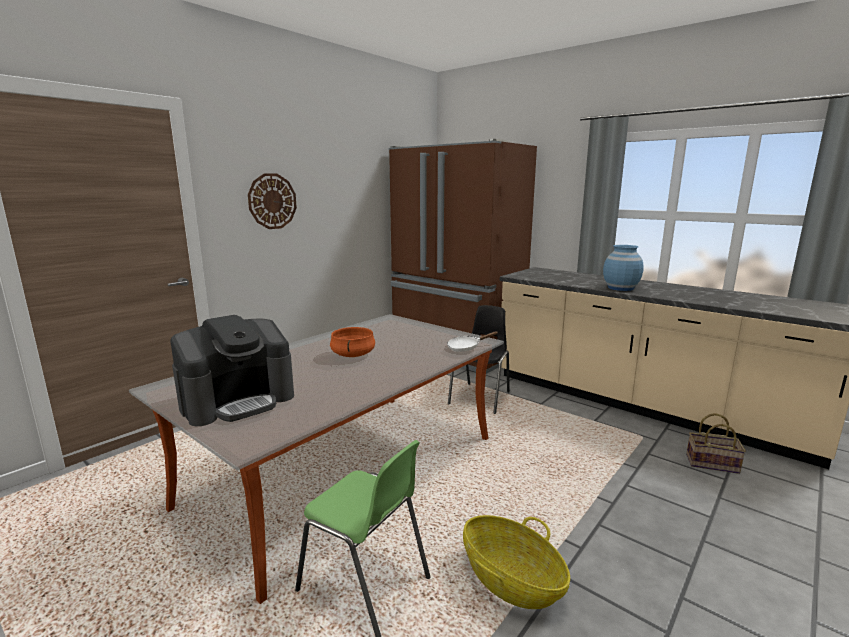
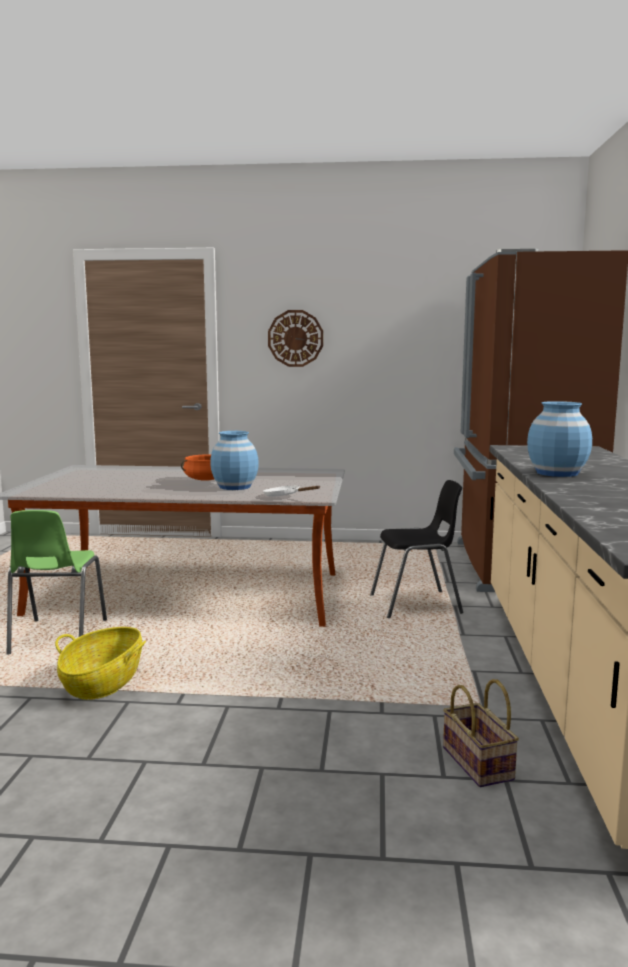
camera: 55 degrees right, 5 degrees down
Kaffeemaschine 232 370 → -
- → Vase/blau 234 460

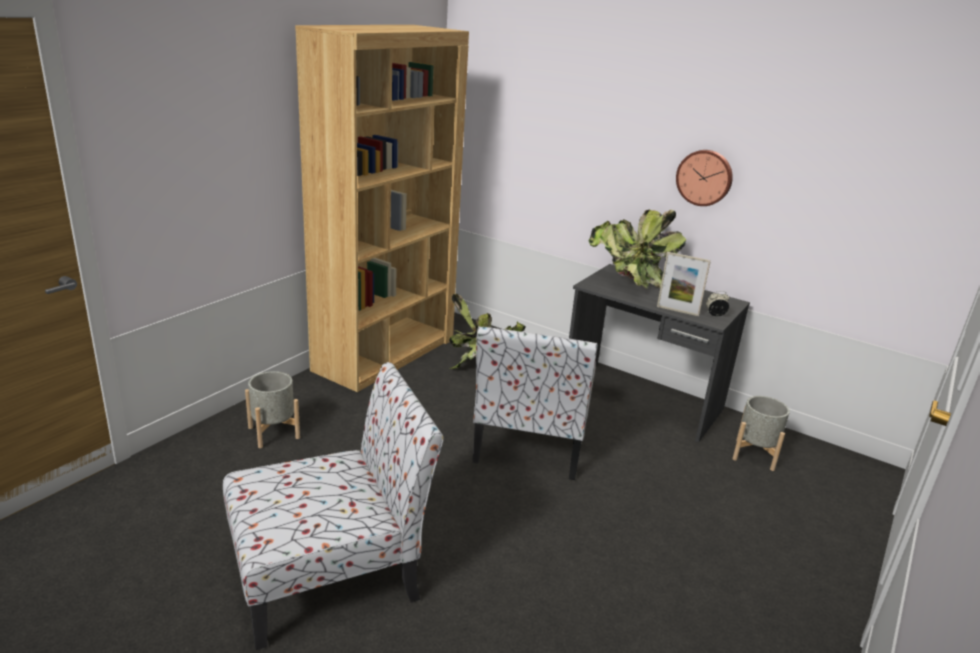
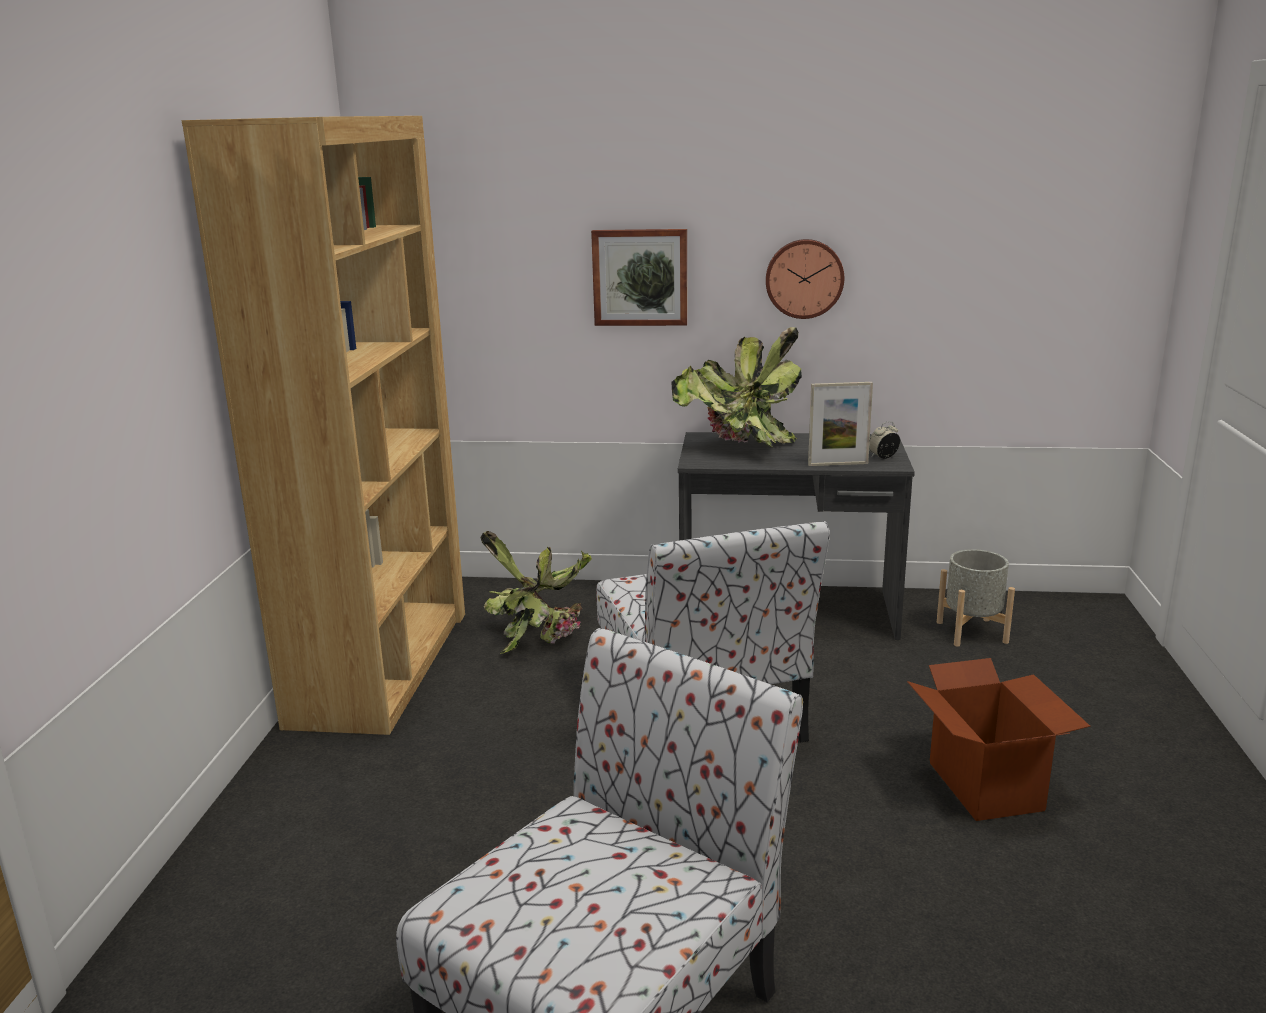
camera: 25 degrees left, 5 degrees down
Pflanzkübel/grau 272 409 → -
- → Bild 639 277
- → Karton 998 739

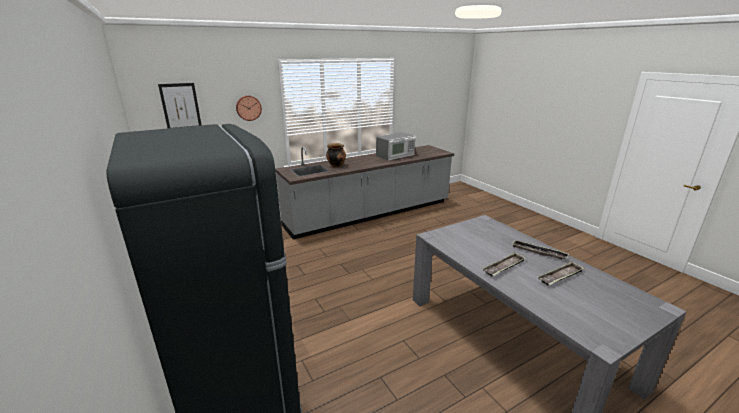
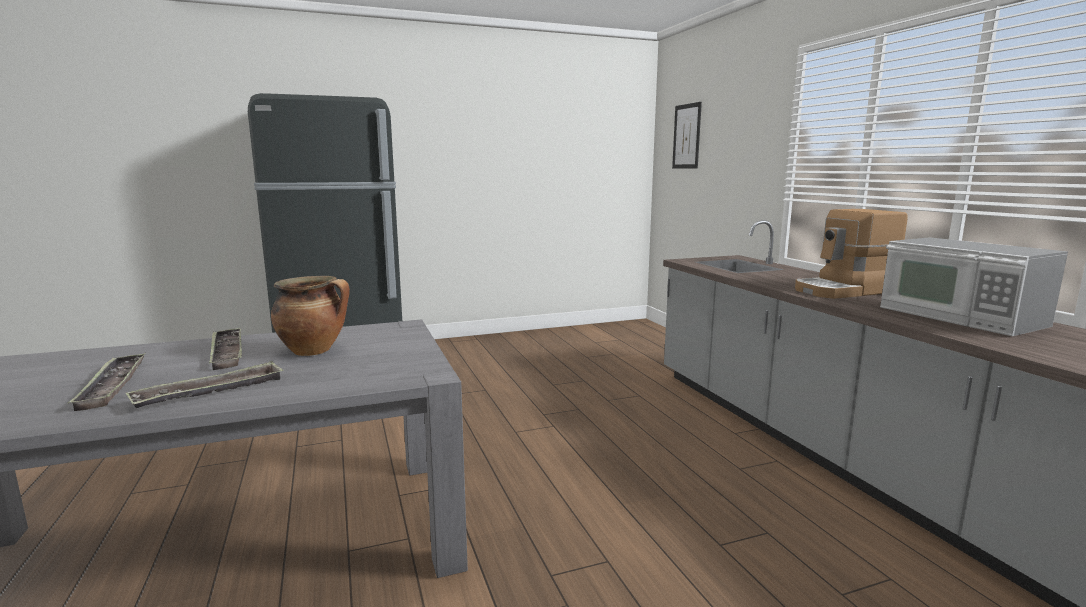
camera: 100 degrees right, 10 degrees down
Wanduhr 249 108 → -
Kochtopf 336 155 → Kochtopf 310 316, relocated
- → Kaffeemaschine 851 254

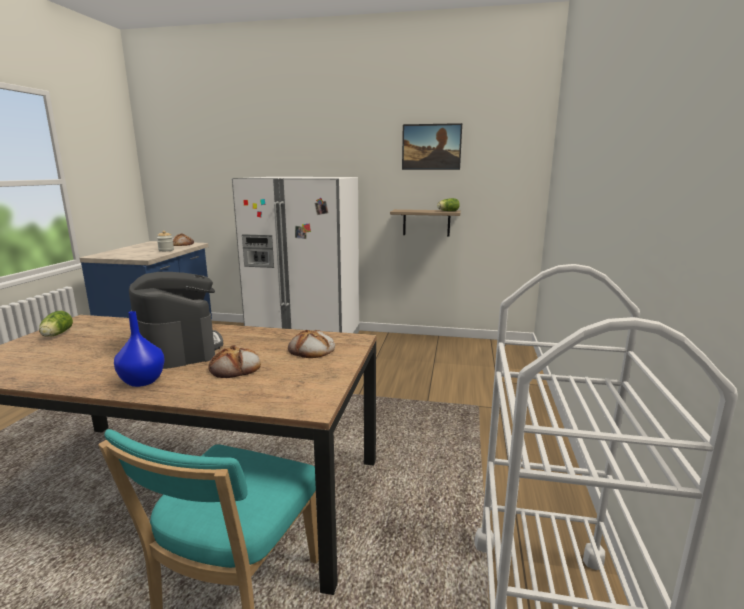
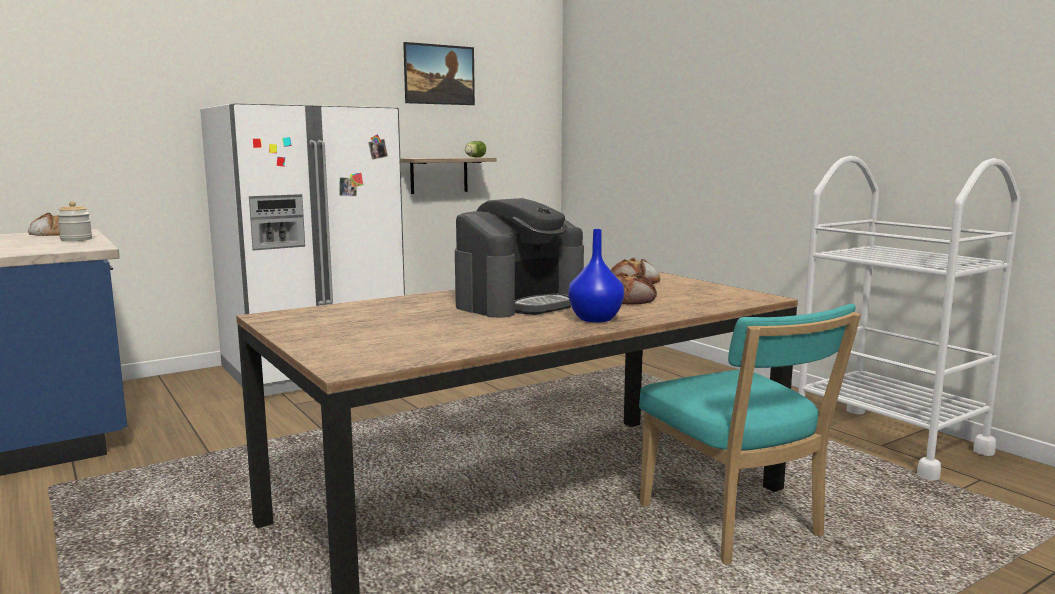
camera: 45 degrees left, 5 degrees down
Kaffeemaschine 176 320 → Kaffeemaschine 519 258, 120 degrees clockwise
Salatkopf 56 324 → -

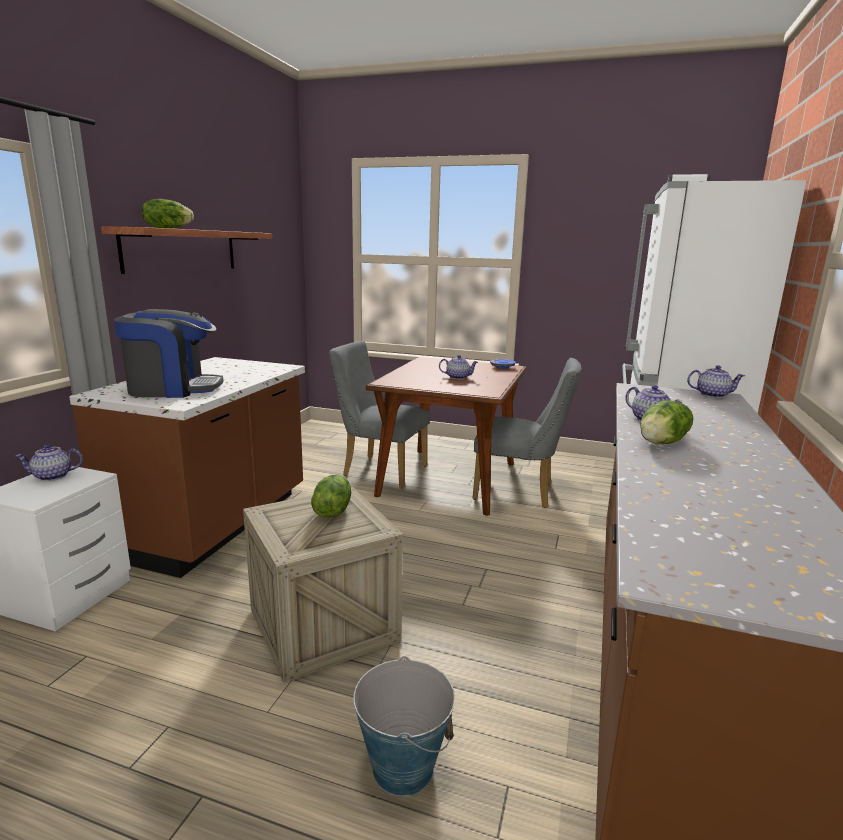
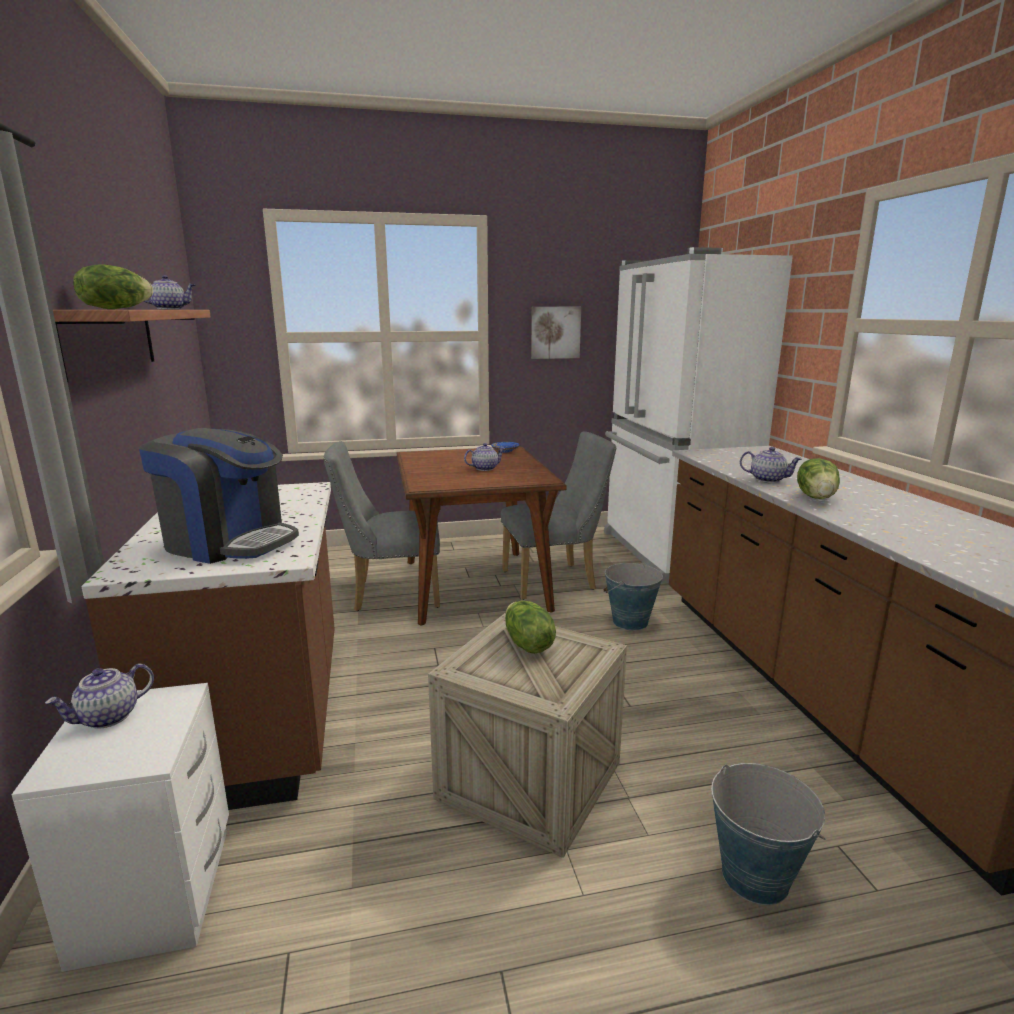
camera: 30 degrees left, 0 degrees up
Kaffeemaschine 169 353 → Kaffeemaschine 219 496, 60 degrees clockwise
Teekanne 716 381 → Teekanne 169 292, relocated
- → Bild 556 333
- → Eimer 633 596

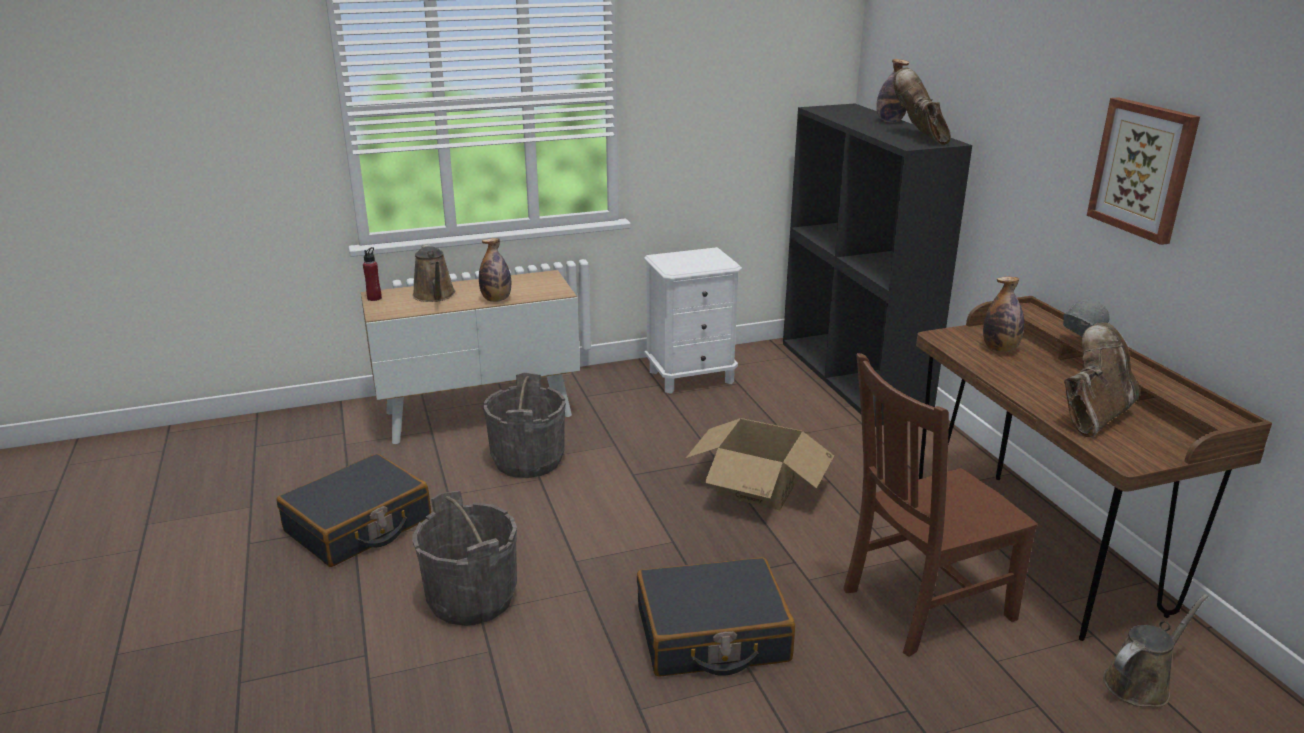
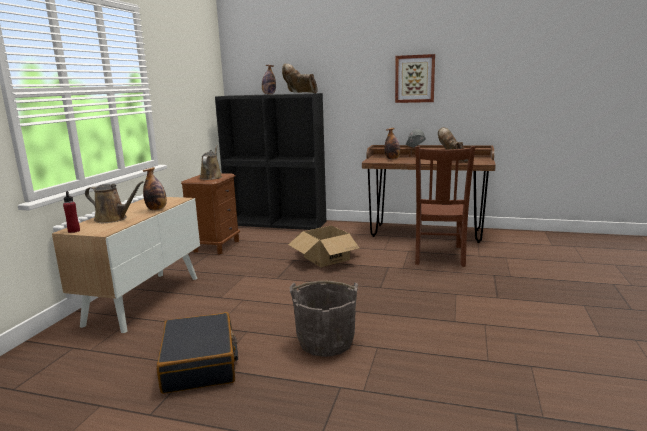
camera: 55 degrees left, 10 degrees down
Nachttisch/weiß 693 320 → Nachttisch/braun 210 213
Eimer/grau 524 425 → -
Koffer/schwarz 716 617 → -
Gießkanne/braun 1156 650 → Gießkanne/braun 210 162, relocated

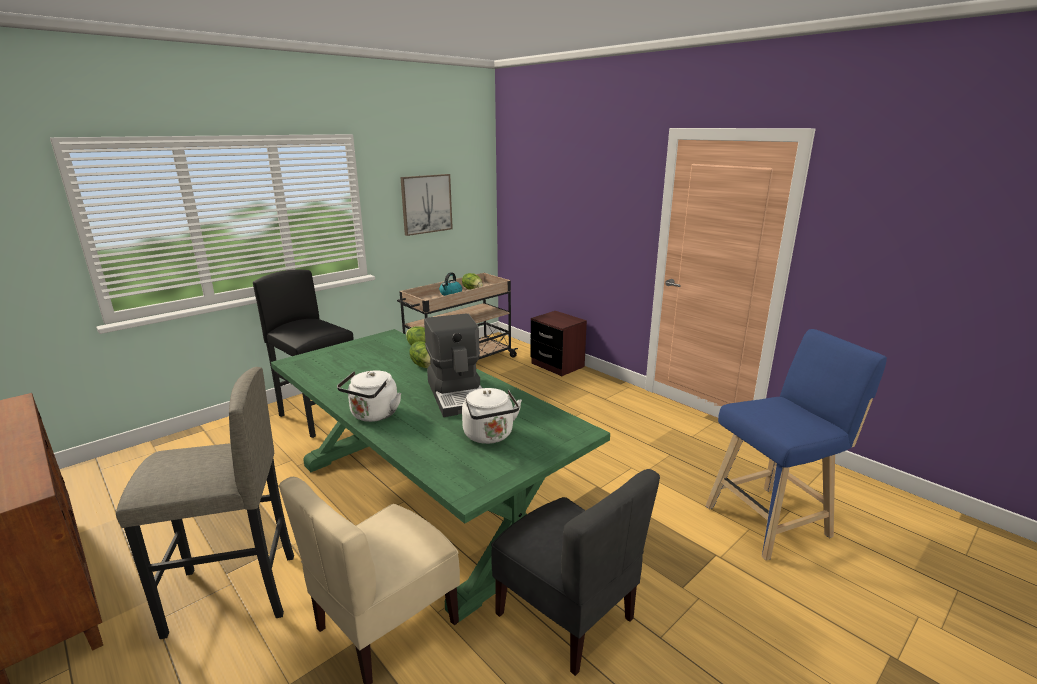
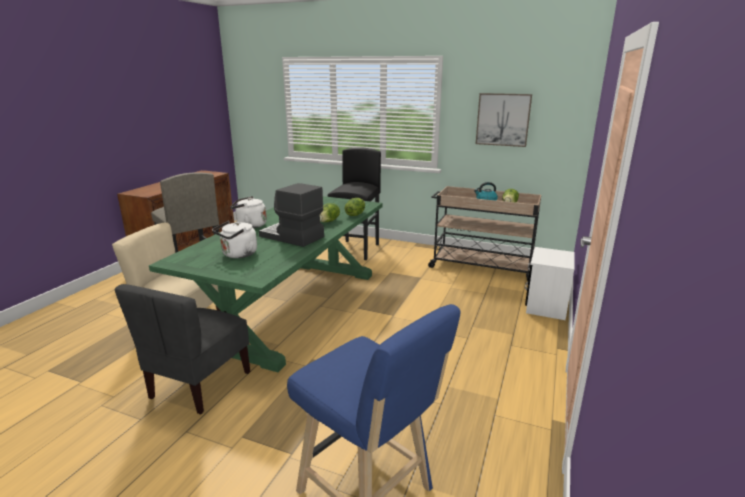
camera: 65 degrees right, 0 degrees up
Nachttisch/braun 558 343 → Nachttisch/weiß 550 283
Kaffeemaschine 453 365 → Kaffeemaschine 291 215, 75 degrees clockwise

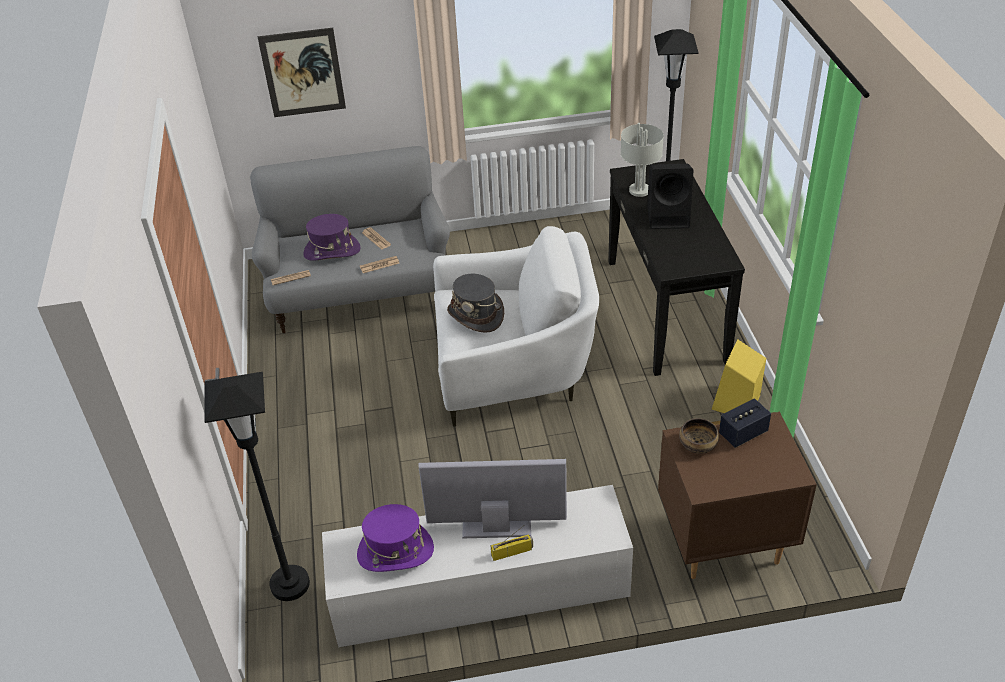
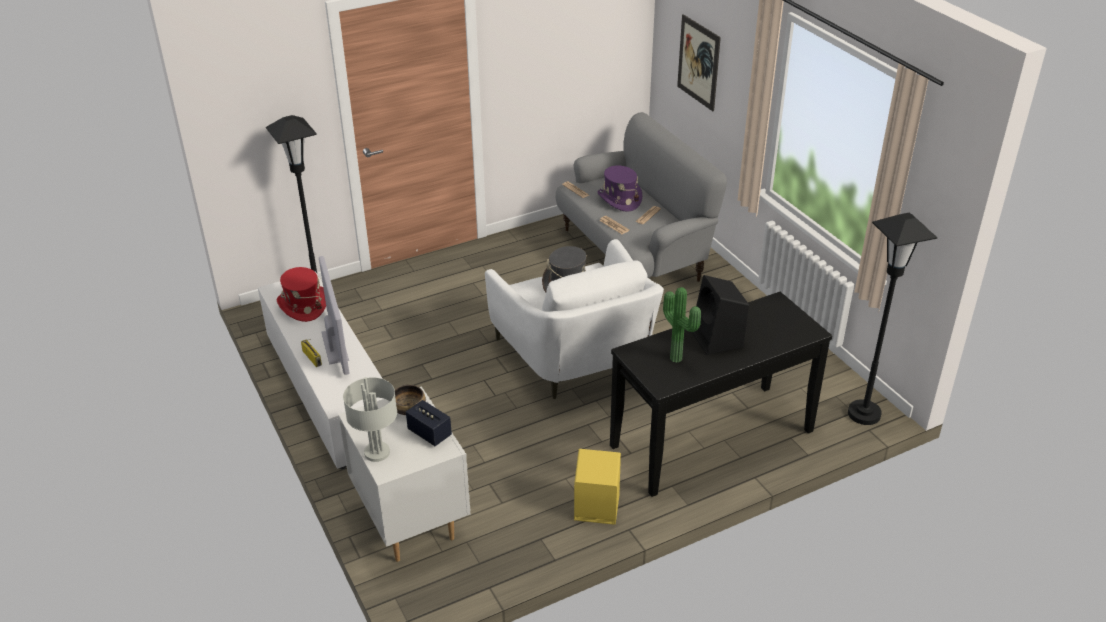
camera: 70 degrees right, 5 degrees down
Tischlampe/grau 642 160 → Tischlampe/grau 370 419, relocated
Nachttisch/braun 737 495 → Nachttisch/weiß 404 474
Hut/lila 395 538 → Hut/rot 301 294
- → Topfpflanze 682 325

